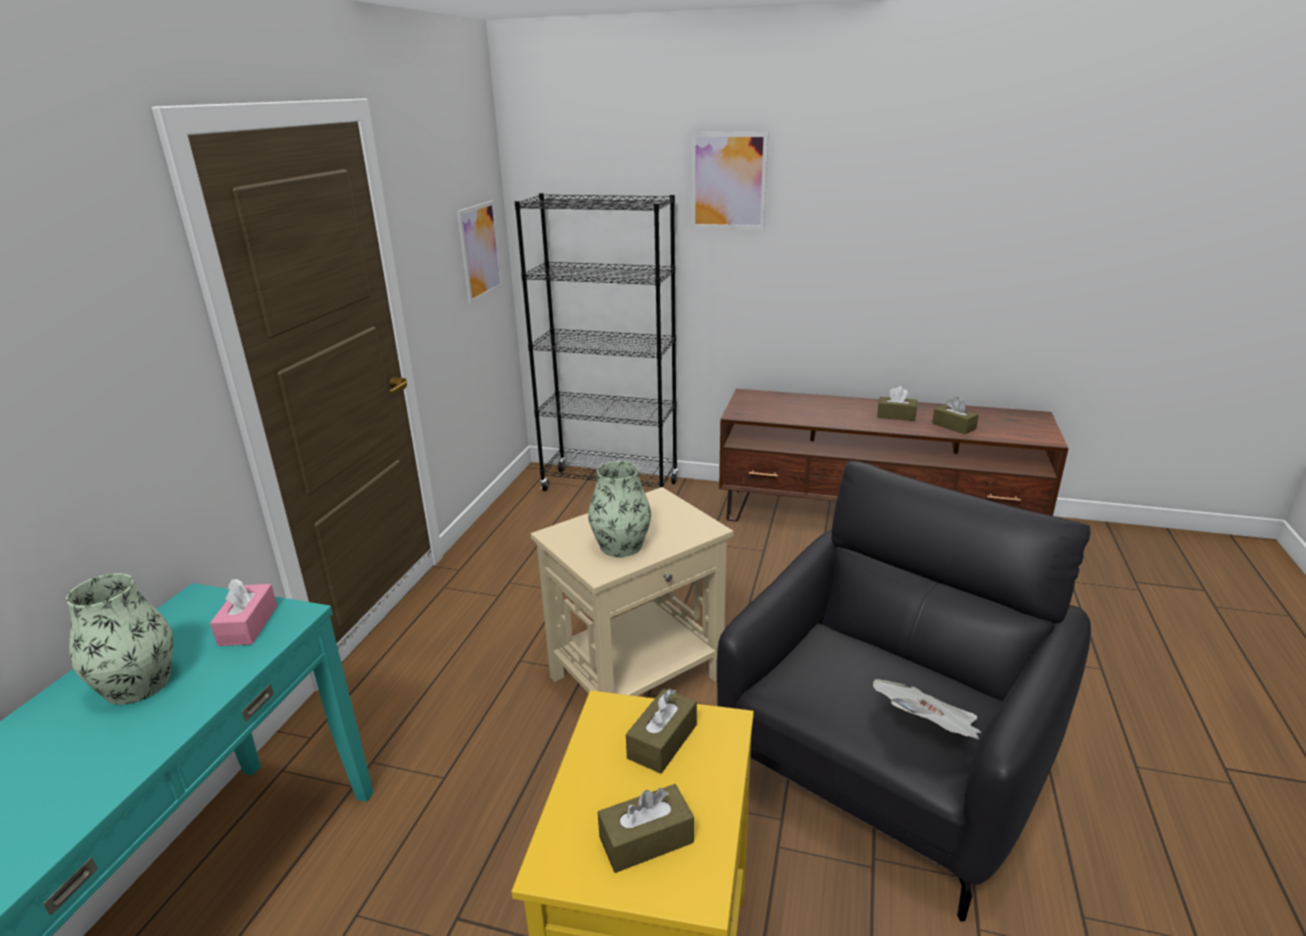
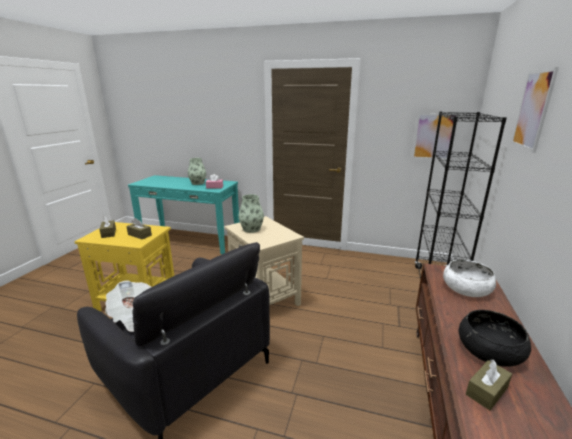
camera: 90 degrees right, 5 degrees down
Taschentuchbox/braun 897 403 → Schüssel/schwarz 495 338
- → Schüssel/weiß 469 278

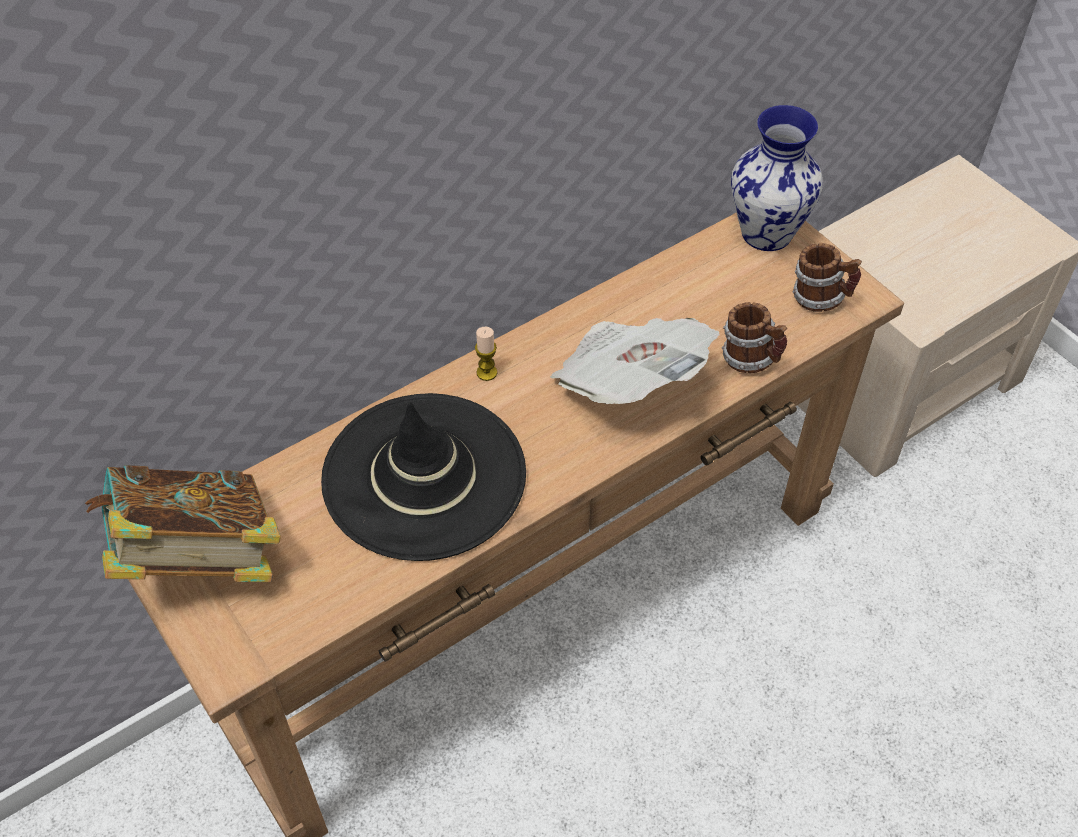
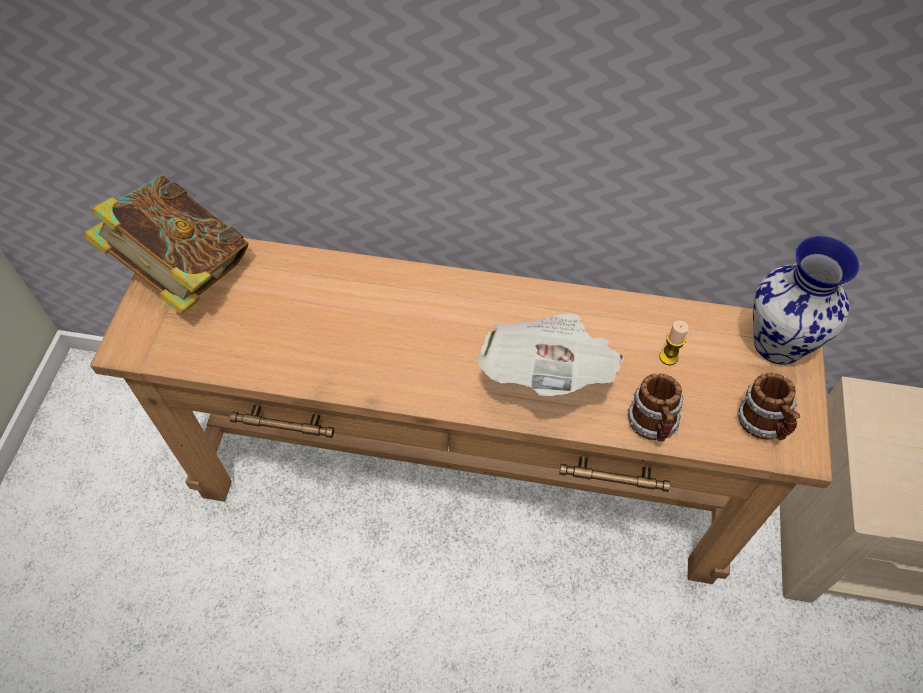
camera: 45 degrees right, 5 degrees up
Kerze 486 353 → Kerze 674 343, relocated
Hut/schwarz 423 477 → -

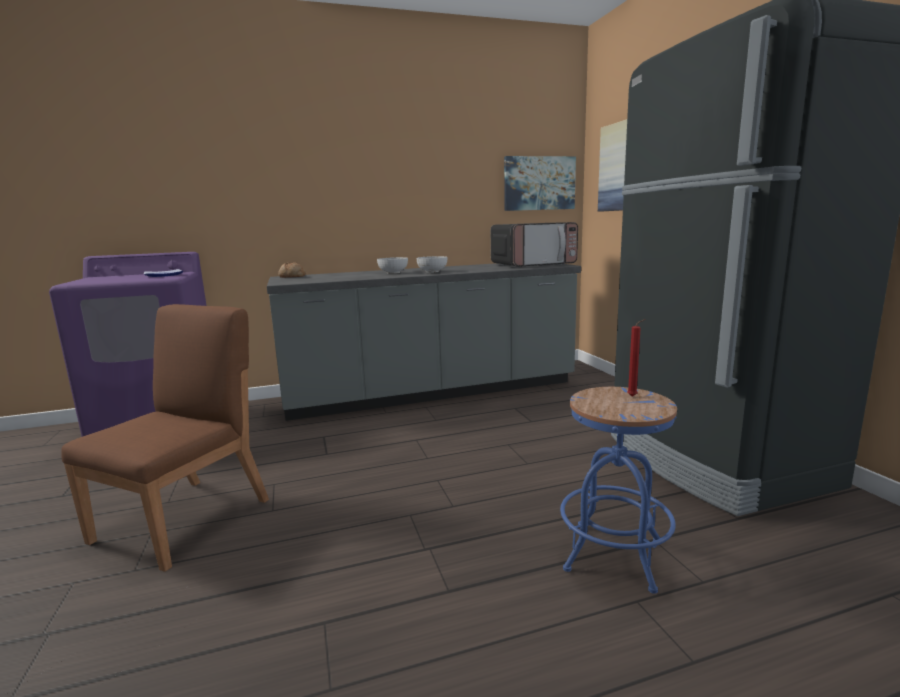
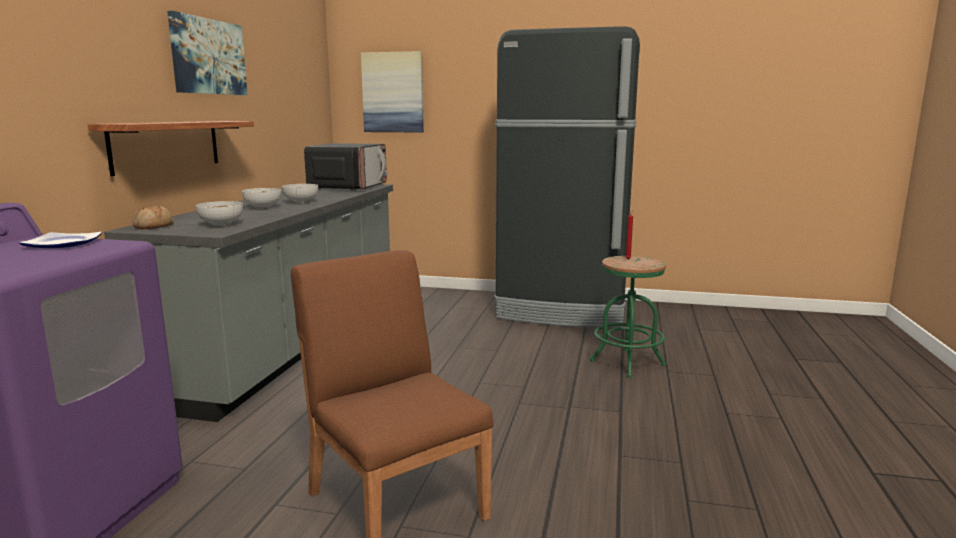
camera: 60 degrees left, 0 degrees up
Bild 540 183 → Bild 207 53, relocated
Hocker/blau 618 490 → Hocker/grün 628 317
- → Wandregal 170 148
- → Schüssel 219 213

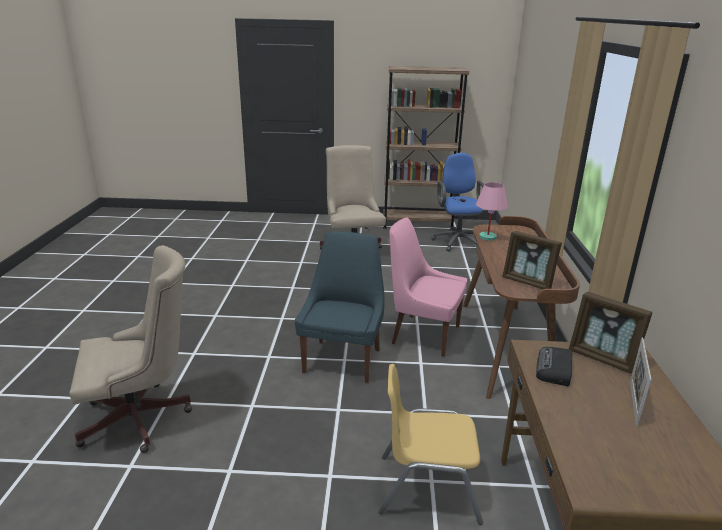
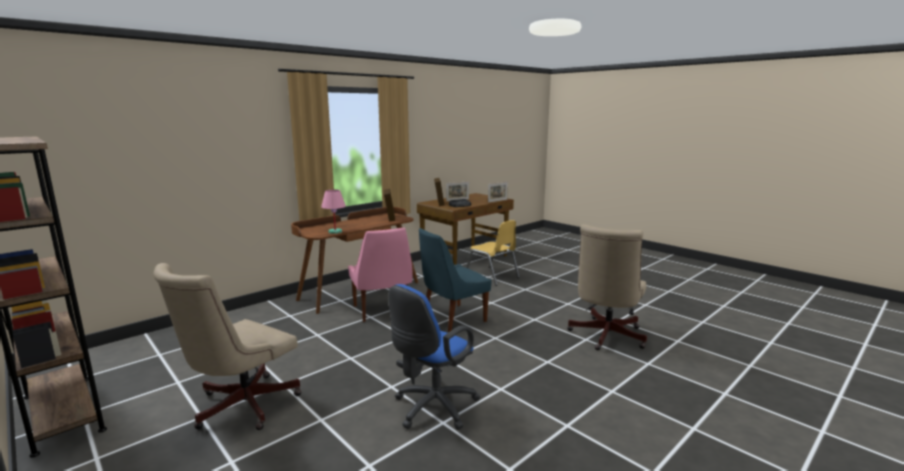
camera: 135 degrees left, 10 degrees down
Bürostuhl/blau 457 202 → Bürostuhl/blau 434 357, relocated
Bürostuhl/beige 130 349 → Bürostuhl/beige 607 287, 90 degrees counterclockwise
- → Bilderrahmen 498 192

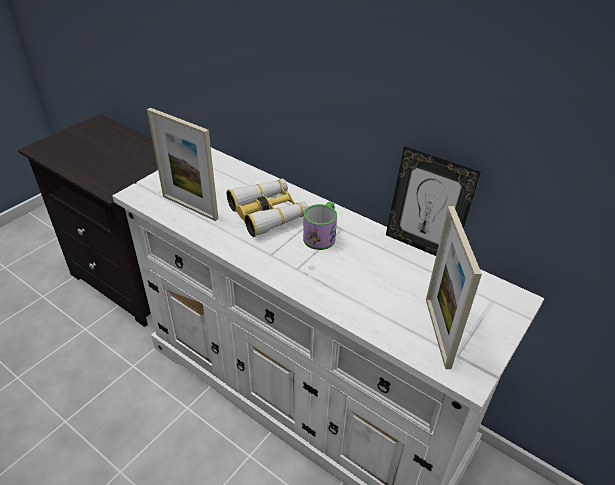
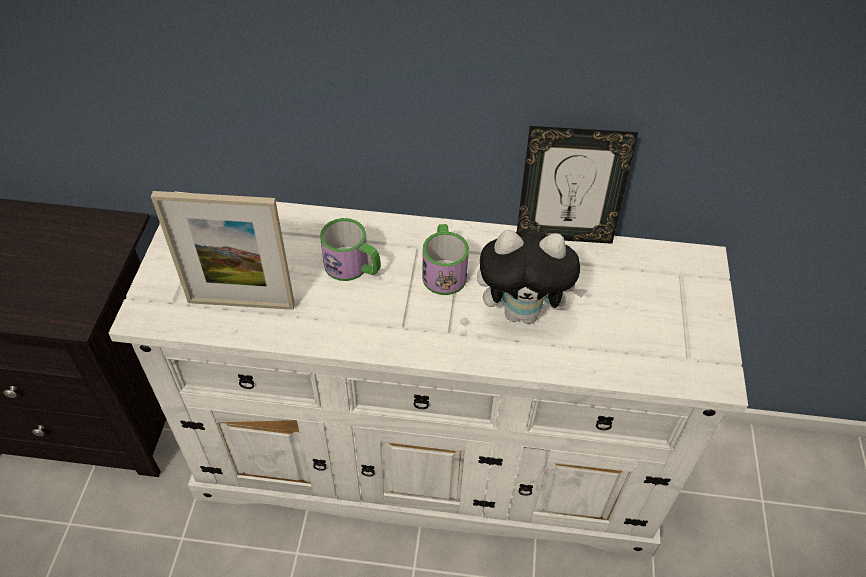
camera: 30 degrees left, 10 degrees up
Fernglas 267 208 → Henkelbecher 350 249
Bilderrahmen 454 287 → -
- → Plüschtier 532 277

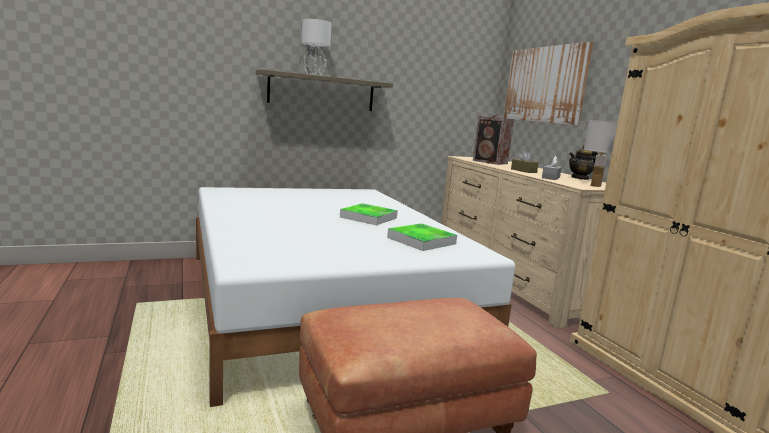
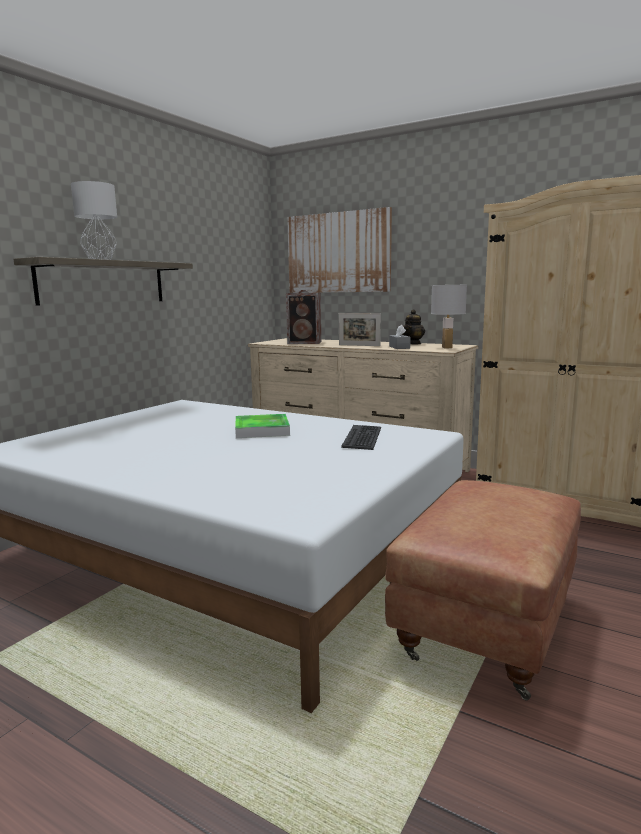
camera: 35 degrees left, 0 degrees up
Taschentuchbox/braun 525 161 → Bilderrahmen 360 329
Tablett 422 237 → Tastatur 361 437

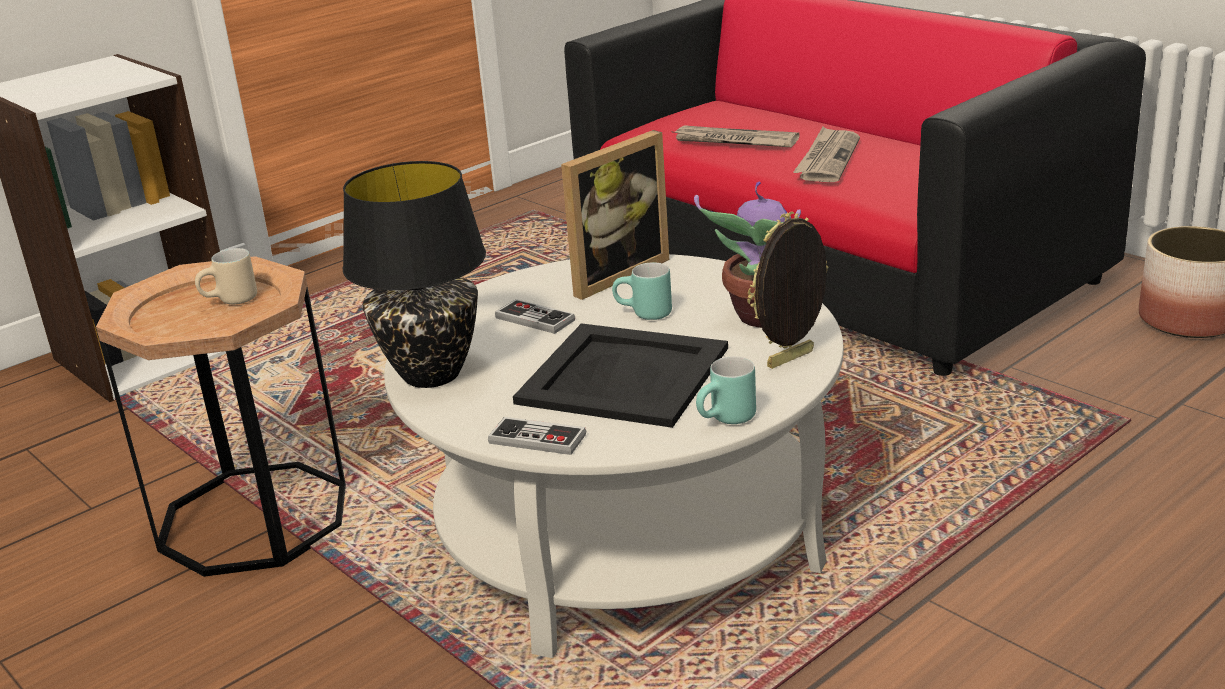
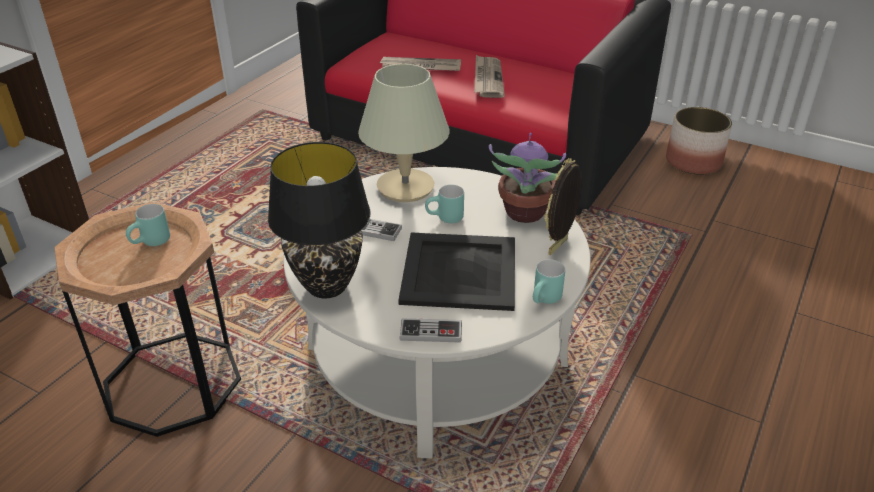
camera: 20 degrees left, 10 degrees up
Bilderrahmen 615 215 → Tischlampe/beige 404 133
Henkelbecher/beige 226 276 → Henkelbecher/türkis 148 225

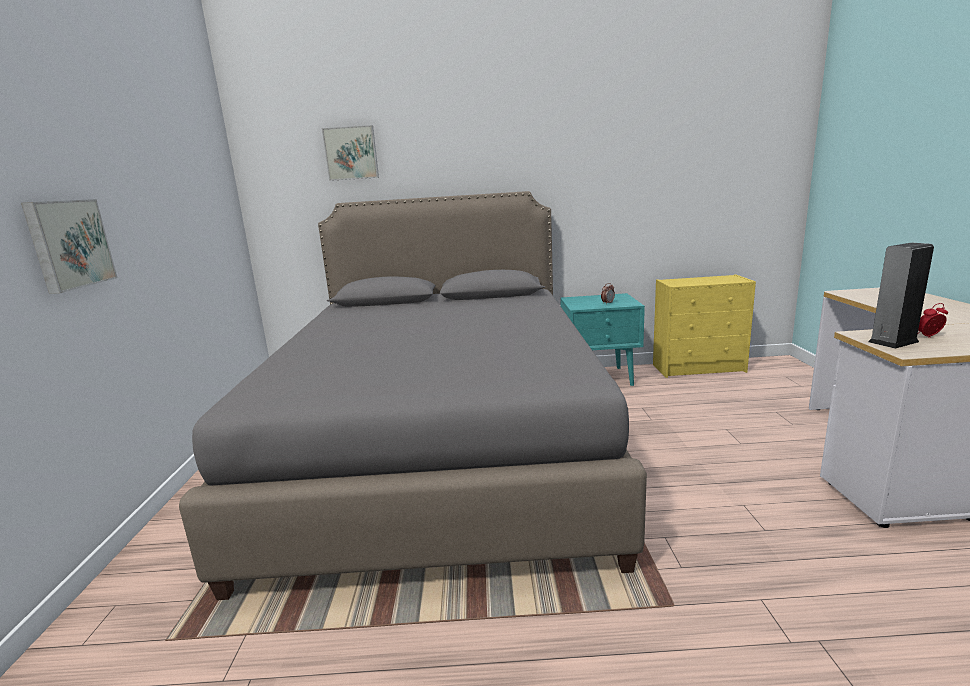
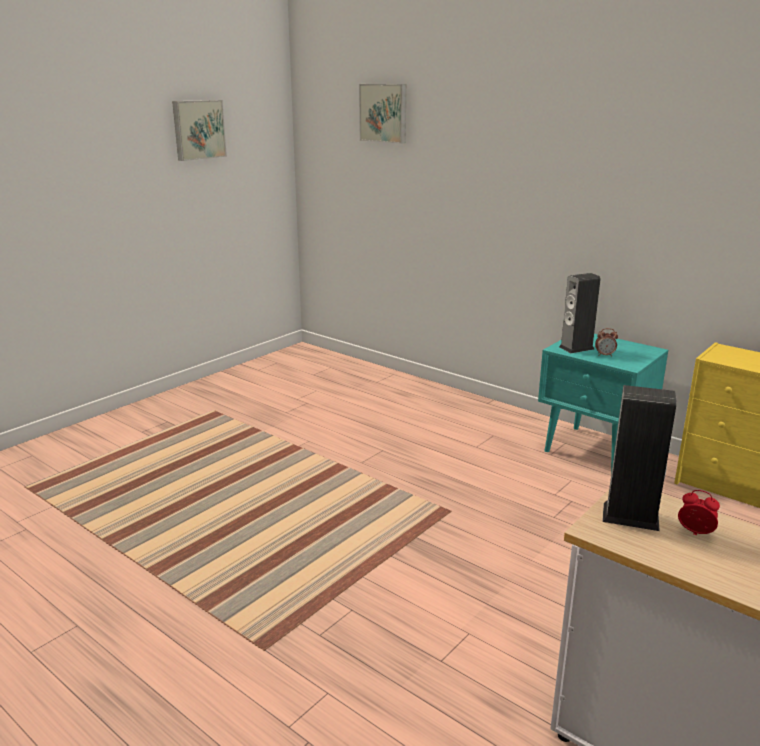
camera: 40 degrees right, 5 degrees up
Bett/grau 413 395 → -
Bild 69 246 → Bild 199 130, relocated
- → Lautsprecher 580 313

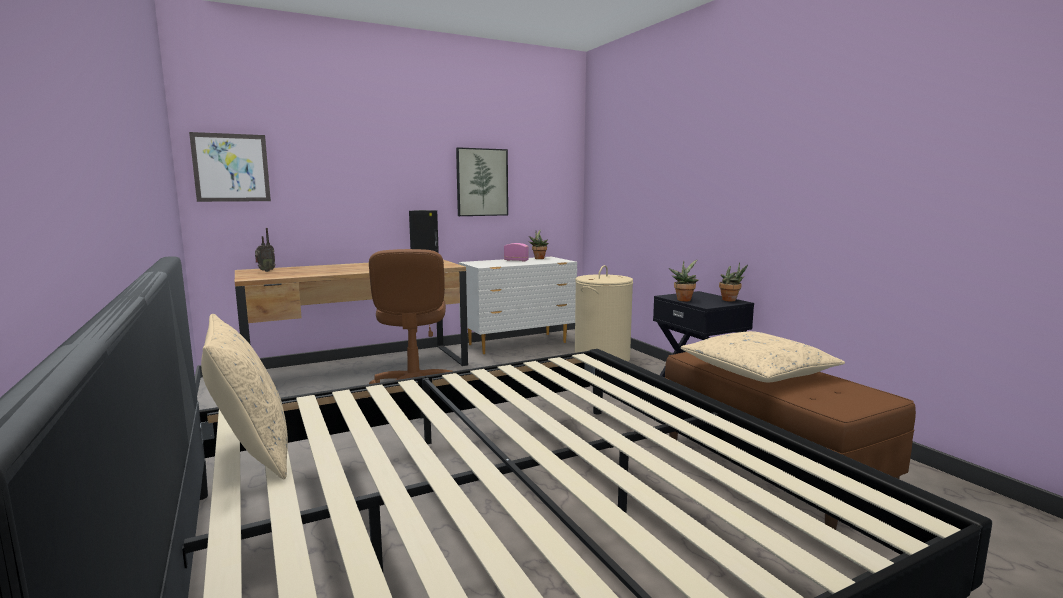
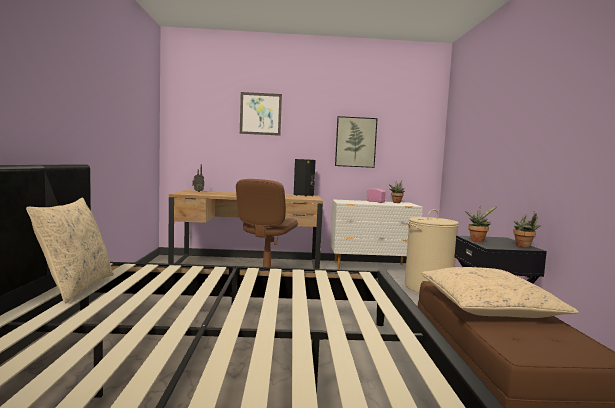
camera: 25 degrees right, 5 degrees down
Bild 230 167 → Bild 261 114, relocated

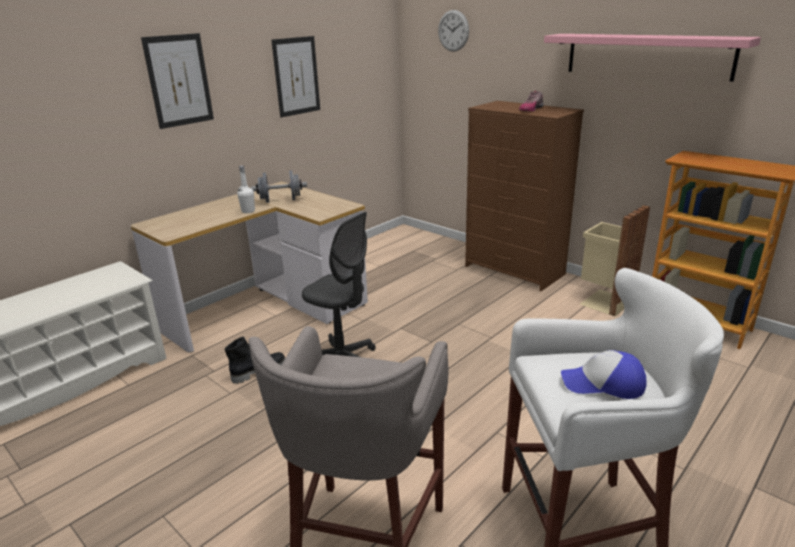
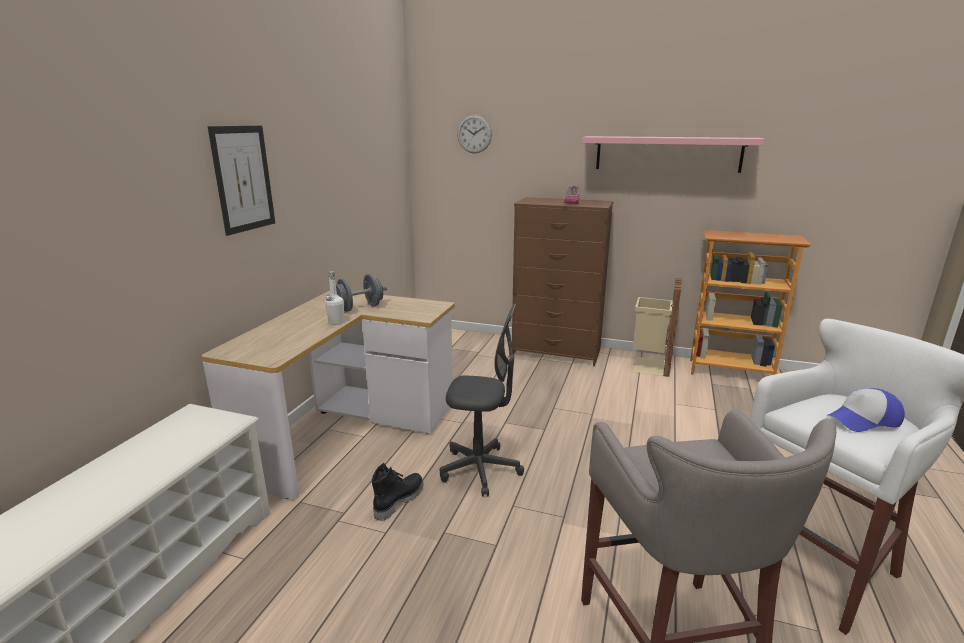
camera: 25 degrees left, 5 degrees down
Bild 295 76 → -

